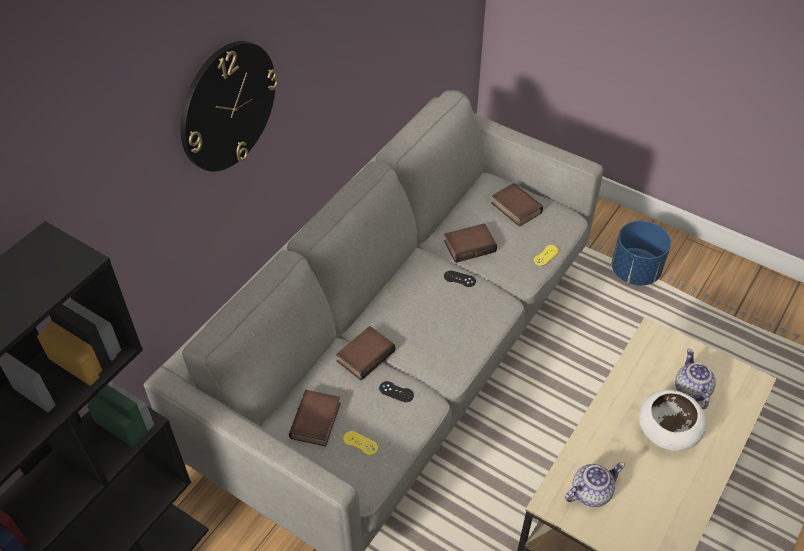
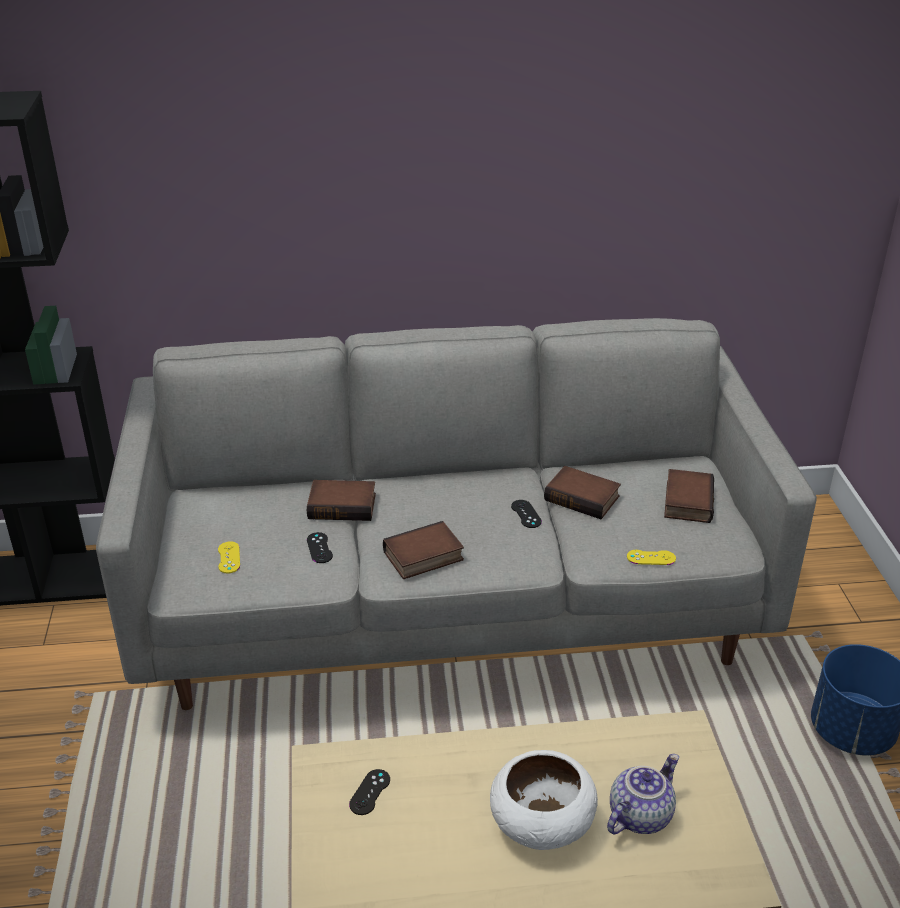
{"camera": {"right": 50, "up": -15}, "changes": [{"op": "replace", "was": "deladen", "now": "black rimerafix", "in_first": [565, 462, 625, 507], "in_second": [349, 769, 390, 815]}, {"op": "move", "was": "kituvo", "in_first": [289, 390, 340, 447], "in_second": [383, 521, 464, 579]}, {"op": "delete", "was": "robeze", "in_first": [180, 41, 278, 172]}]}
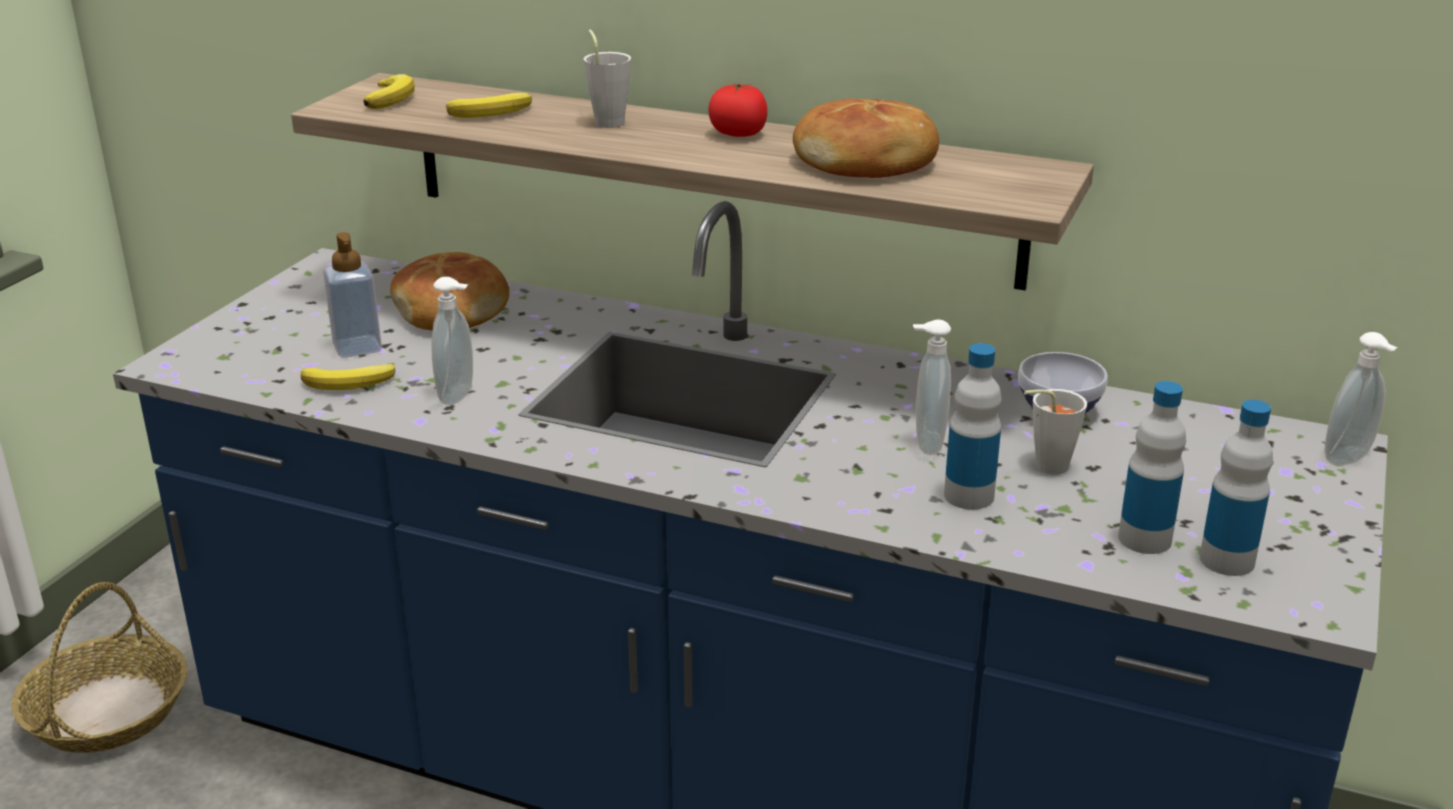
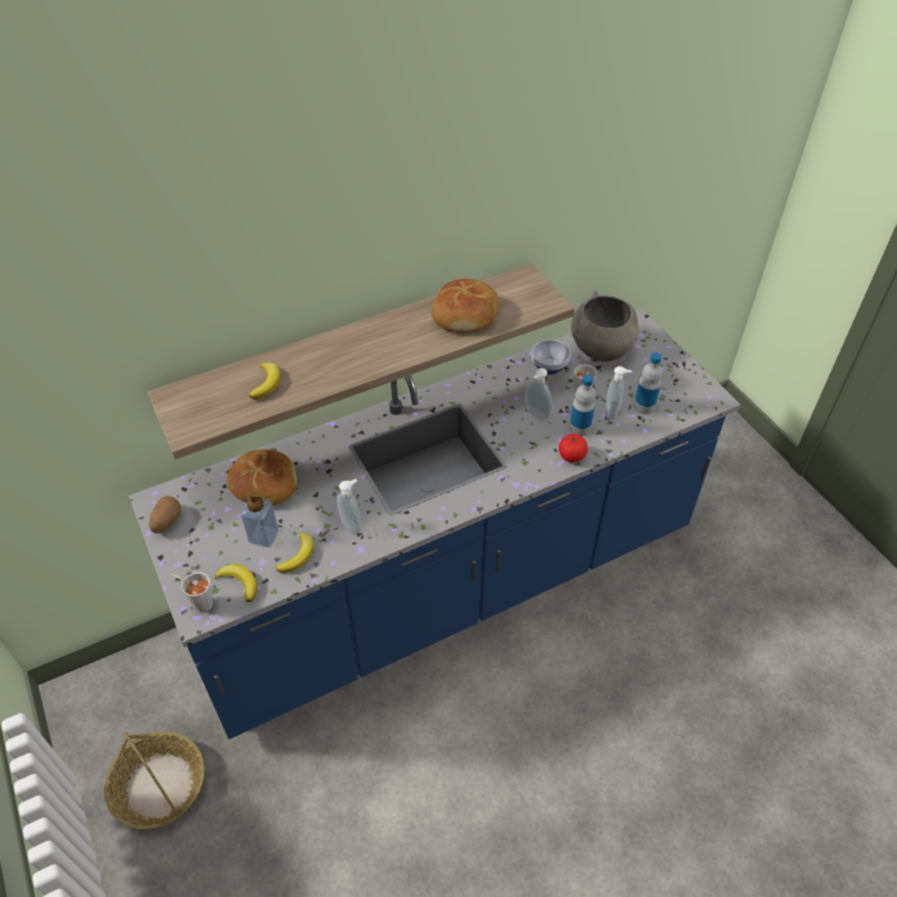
{"camera": {"right": -50, "up": 20}, "changes": [{"op": "insert", "now": "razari", "in_second": [149, 496, 181, 533]}, {"op": "move", "was": "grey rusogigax", "in_first": [583, 30, 631, 128], "in_second": [170, 572, 213, 613]}, {"op": "move", "was": "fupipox", "in_first": [363, 74, 415, 109], "in_second": [215, 564, 257, 602]}, {"op": "move", "was": "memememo", "in_first": [708, 83, 768, 137], "in_second": [559, 434, 588, 463]}, {"op": "insert", "now": "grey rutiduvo", "in_second": [571, 291, 638, 362]}, {"op": "move", "was": "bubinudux", "in_first": [1324, 332, 1397, 466], "in_second": [606, 366, 632, 420]}, {"op": "delete", "was": "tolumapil", "in_first": [1200, 400, 1273, 576]}]}
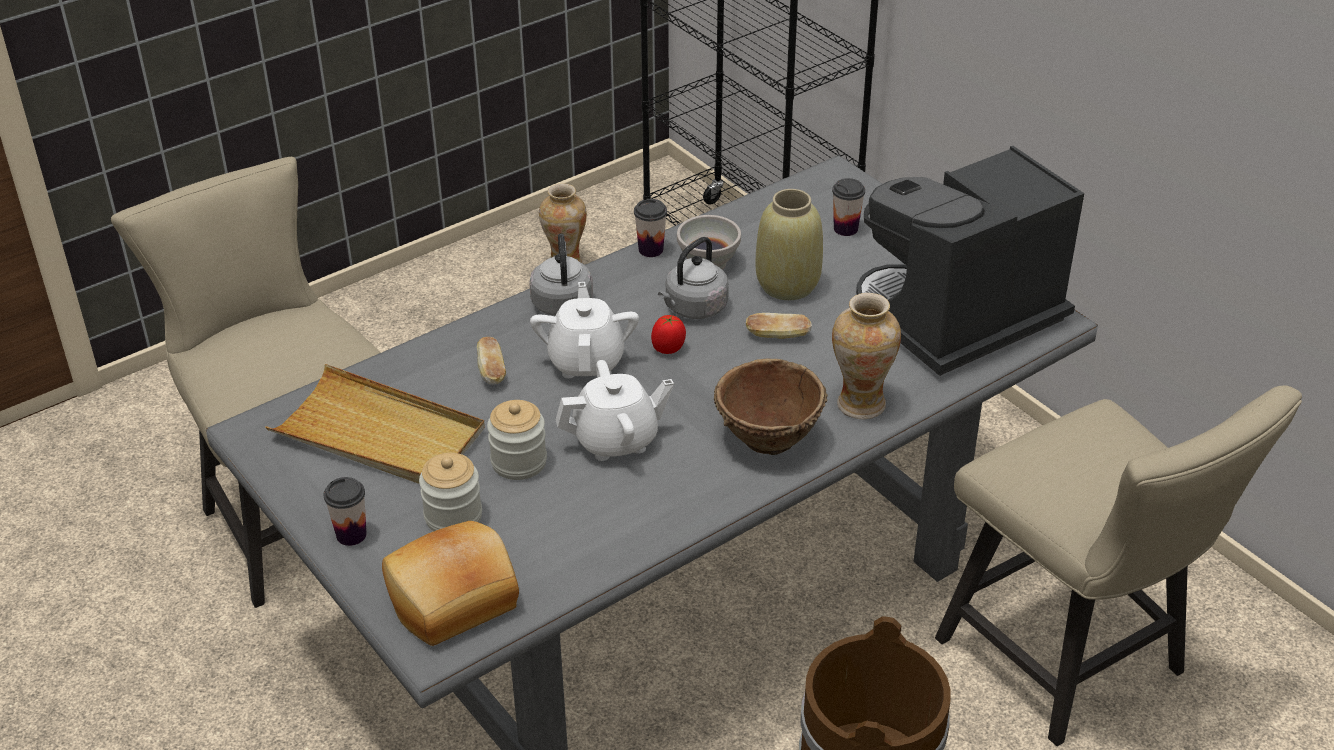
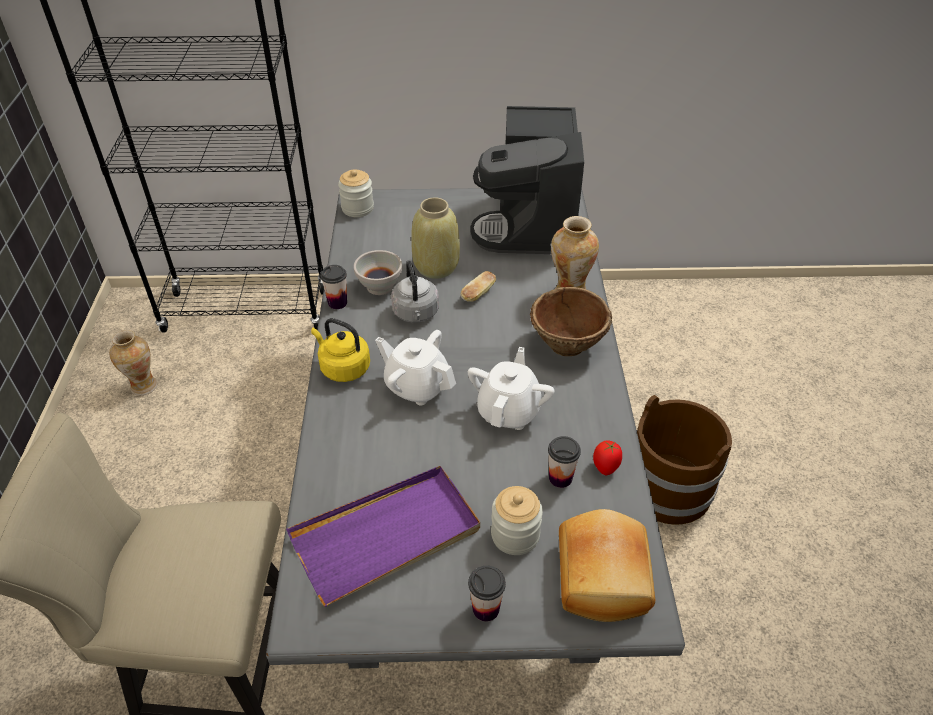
{"camera": {"right": -55, "up": 5}, "changes": [{"op": "recolor", "was": "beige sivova", "now": "purple sivova", "in_first": [265, 364, 485, 484], "in_second": [286, 466, 480, 607]}, {"op": "recolor", "was": "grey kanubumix", "now": "yellow kanubumix", "in_first": [529, 233, 593, 316], "in_second": [311, 318, 370, 382]}, {"op": "move", "was": "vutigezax", "in_first": [487, 400, 547, 480], "in_second": [338, 169, 374, 217]}, {"op": "move", "was": "rusogigax", "in_first": [832, 178, 865, 236], "in_second": [548, 436, 581, 488]}, {"op": "move", "was": "memememo", "in_first": [651, 315, 686, 354], "in_second": [593, 440, 622, 475]}, {"op": "delete", "was": "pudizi", "in_first": [477, 337, 506, 384]}, {"op": "delete", "was": "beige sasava", "in_first": [935, 385, 1302, 746]}]}
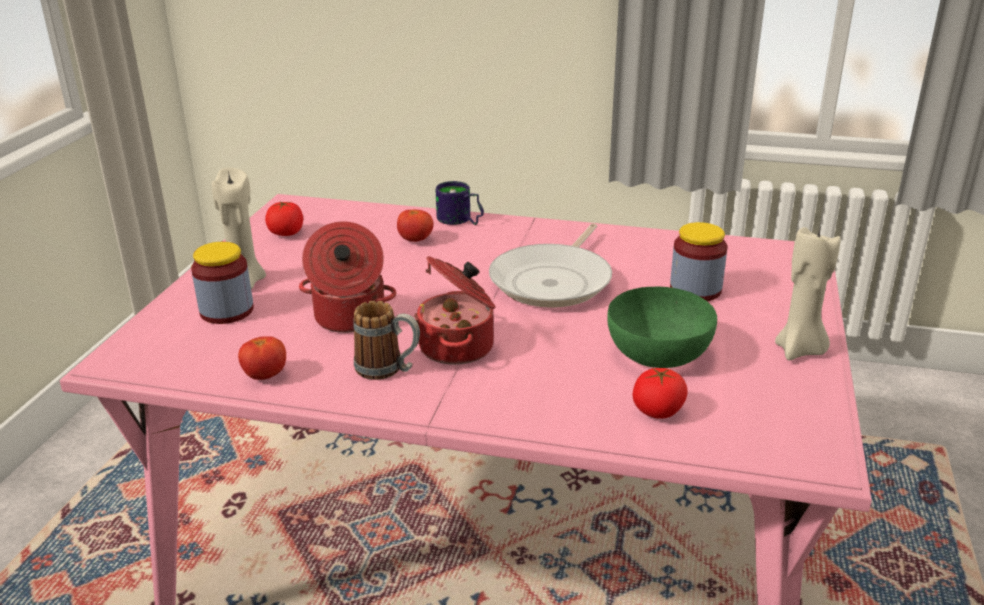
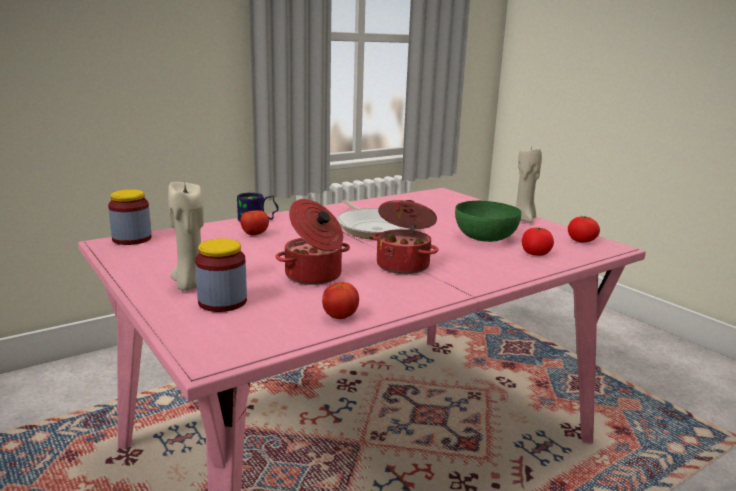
{"camera": {"right": -50, "up": -10}, "changes": [{"op": "move", "was": "vutigezax", "in_first": [670, 222, 727, 301], "in_second": [108, 190, 152, 245]}, {"op": "move", "was": "memememo", "in_first": [265, 201, 303, 236], "in_second": [568, 216, 600, 243]}, {"op": "delete", "was": "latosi", "in_first": [353, 301, 420, 380]}]}
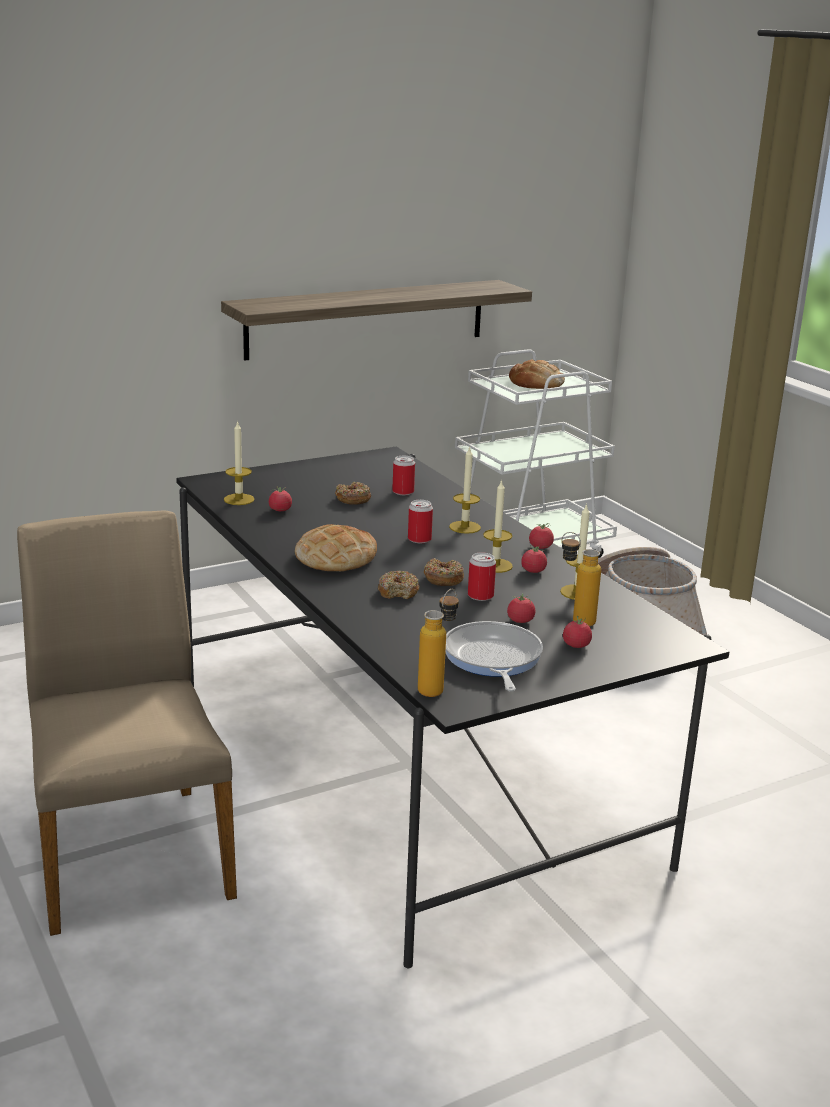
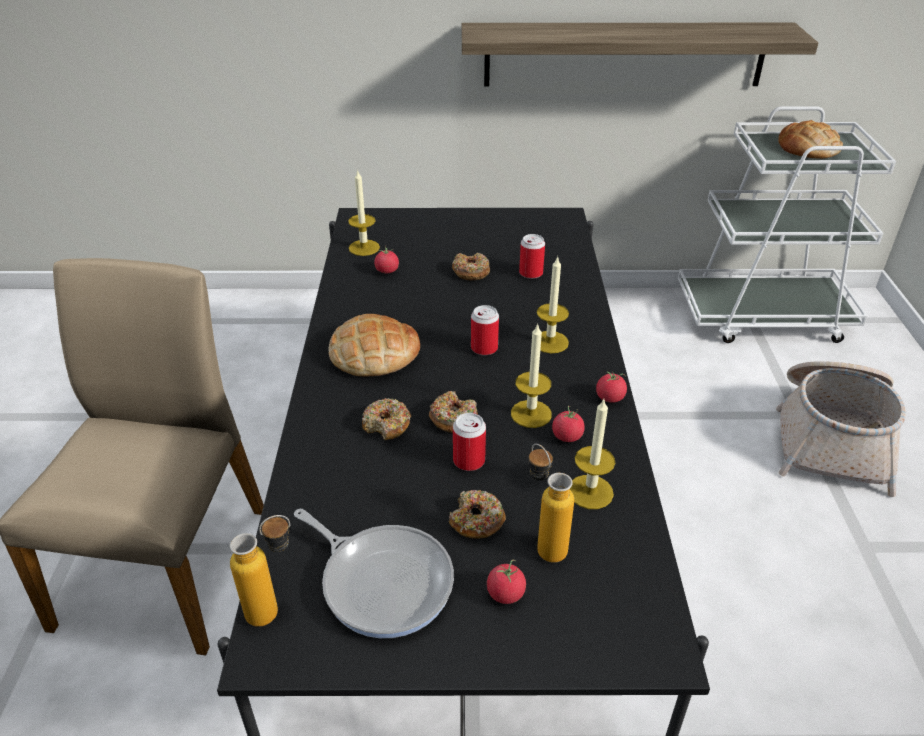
{"camera": {"right": 30, "up": 15}, "changes": [{"op": "rotate", "was": "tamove", "in_first": [445, 621, 543, 692], "in_second": [294, 509, 454, 638], "clockwise": 105}, {"op": "replace", "was": "memememo", "now": "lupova", "in_first": [507, 593, 535, 623], "in_second": [449, 490, 506, 539]}]}
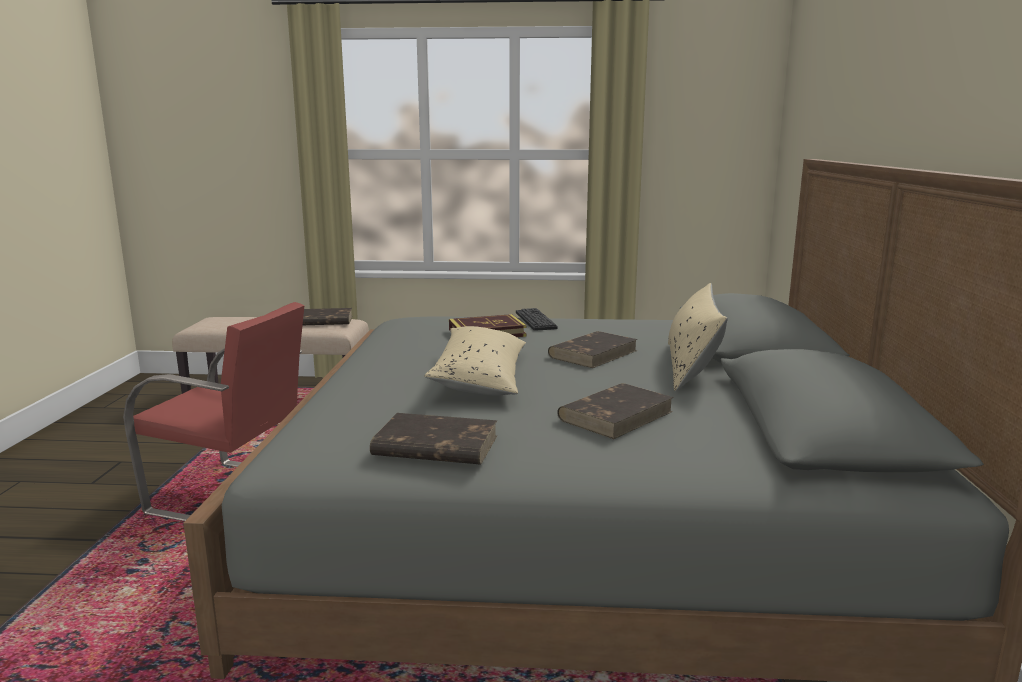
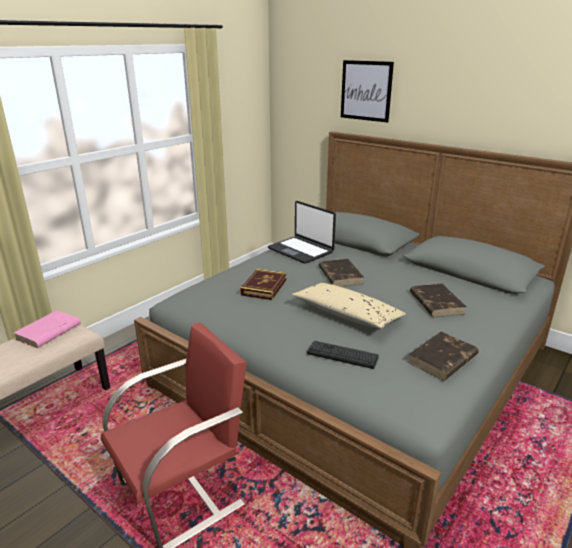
{"camera": {"right": -55, "up": 10}, "changes": [{"op": "recolor", "was": "brown kituvo", "now": "pink kituvo", "in_first": [303, 308, 352, 325], "in_second": [14, 310, 81, 348]}, {"op": "insert", "now": "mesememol", "in_second": [268, 201, 336, 264]}, {"op": "move", "was": "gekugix", "in_first": [516, 308, 558, 331], "in_second": [307, 340, 379, 369]}, {"op": "insert", "now": "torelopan", "in_second": [341, 60, 394, 123]}, {"op": "delete", "was": "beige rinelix", "in_first": [668, 283, 728, 391]}]}
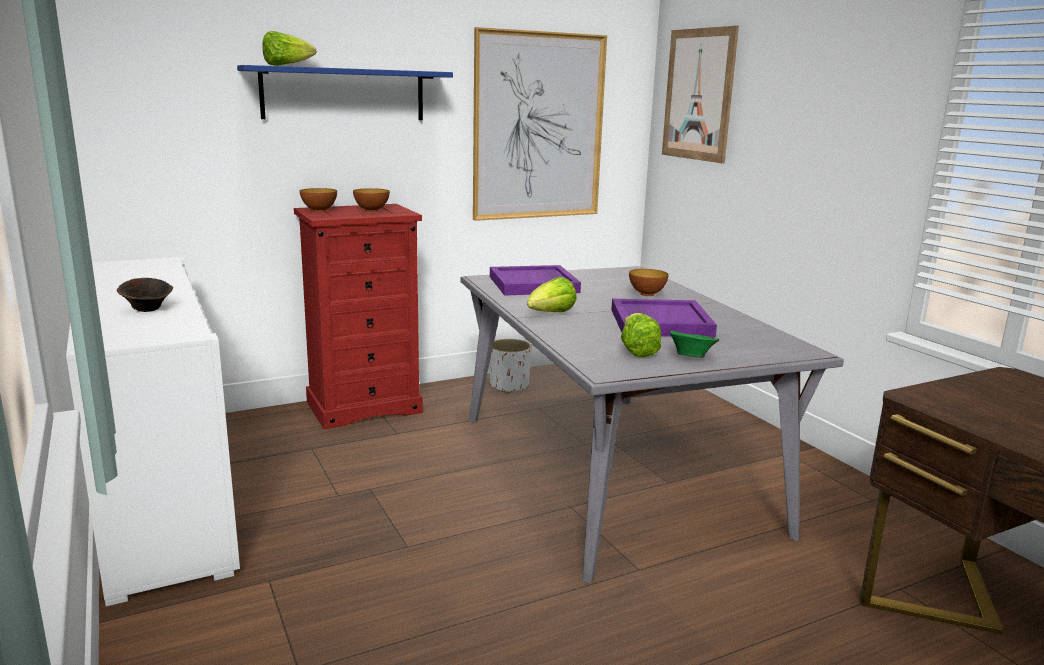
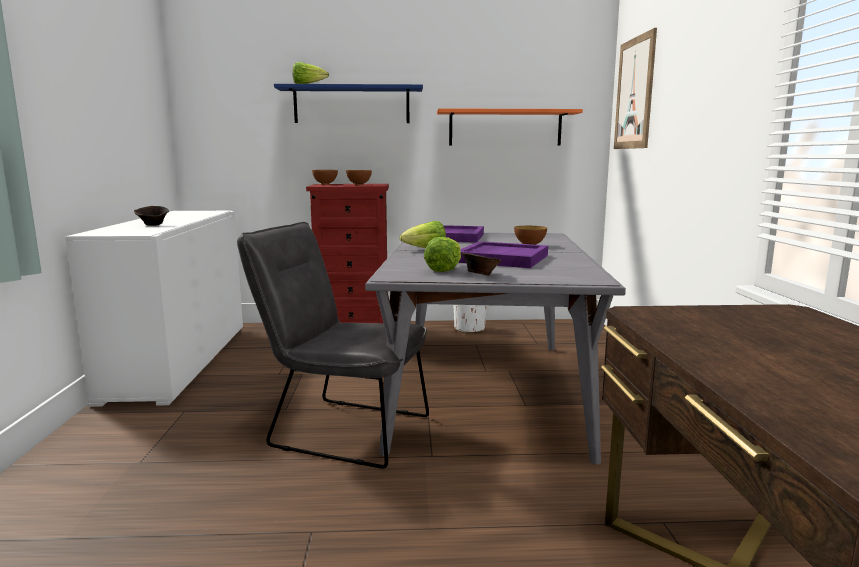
{"camera": {"right": 25, "up": -5}, "changes": [{"op": "insert", "now": "grey sasava", "in_second": [237, 222, 429, 469]}, {"op": "replace", "was": "torelopan", "now": "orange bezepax", "in_first": [473, 27, 607, 221], "in_second": [437, 108, 583, 146]}, {"op": "recolor", "was": "green rutiduvo", "now": "brown rutiduvo", "in_first": [670, 331, 719, 357], "in_second": [462, 253, 502, 276]}]}
